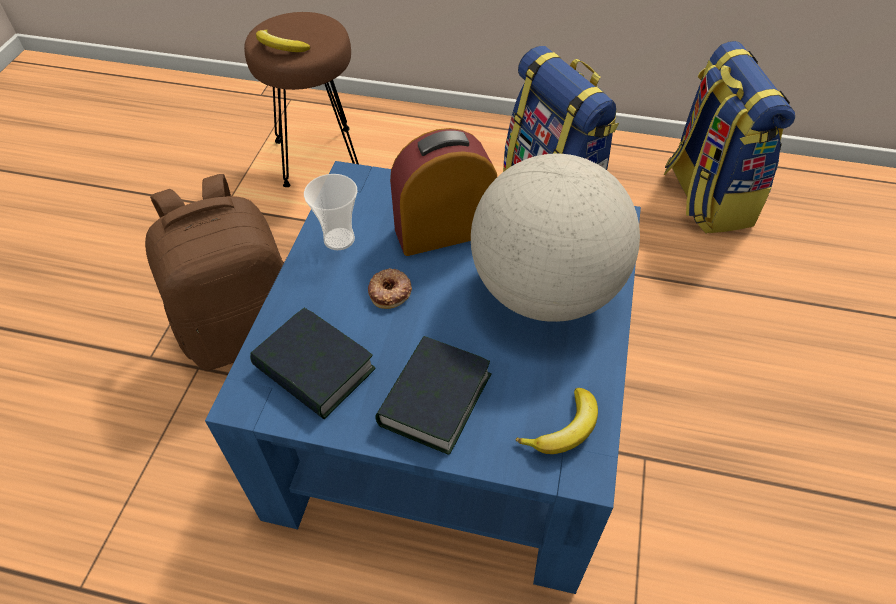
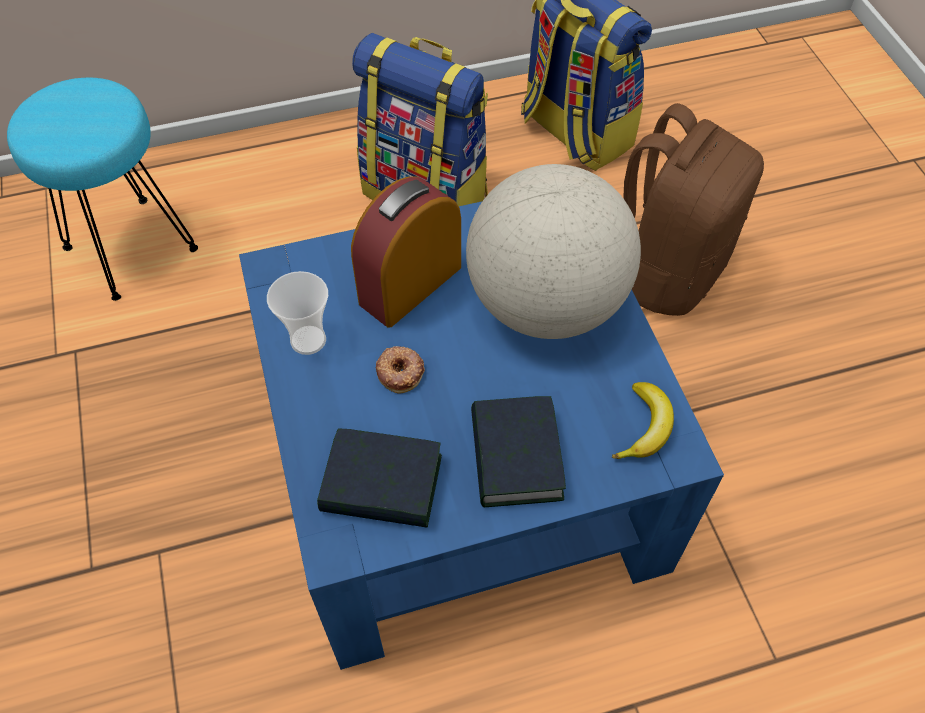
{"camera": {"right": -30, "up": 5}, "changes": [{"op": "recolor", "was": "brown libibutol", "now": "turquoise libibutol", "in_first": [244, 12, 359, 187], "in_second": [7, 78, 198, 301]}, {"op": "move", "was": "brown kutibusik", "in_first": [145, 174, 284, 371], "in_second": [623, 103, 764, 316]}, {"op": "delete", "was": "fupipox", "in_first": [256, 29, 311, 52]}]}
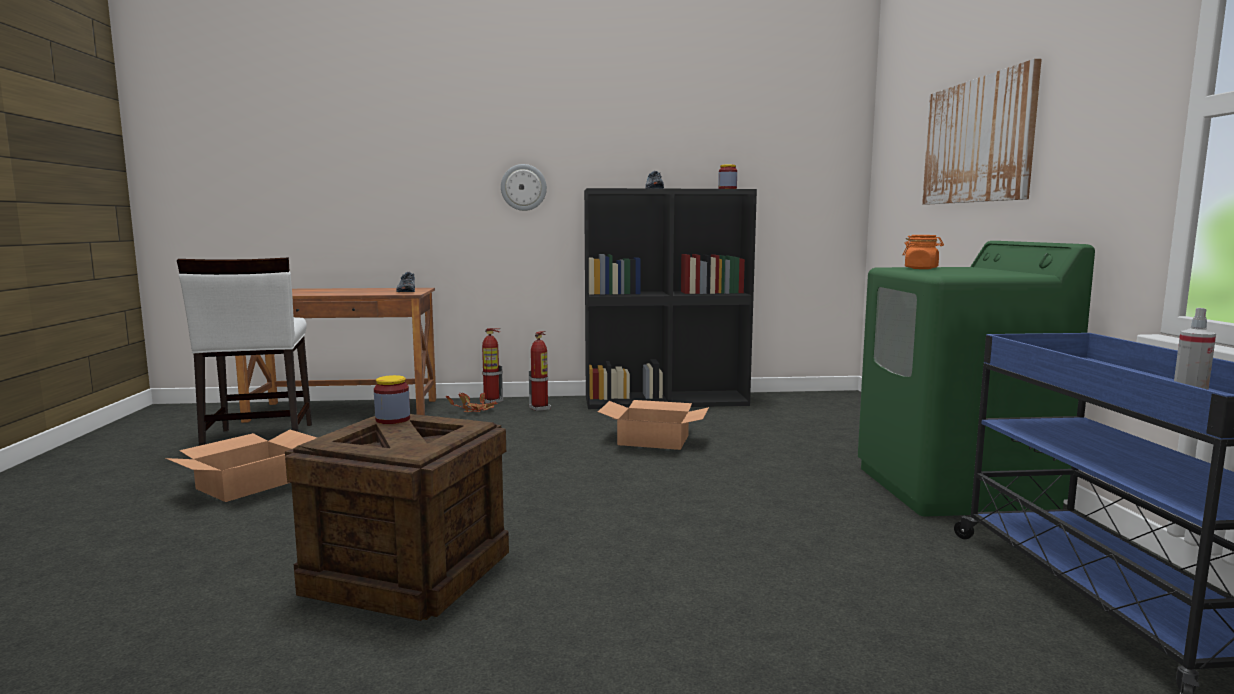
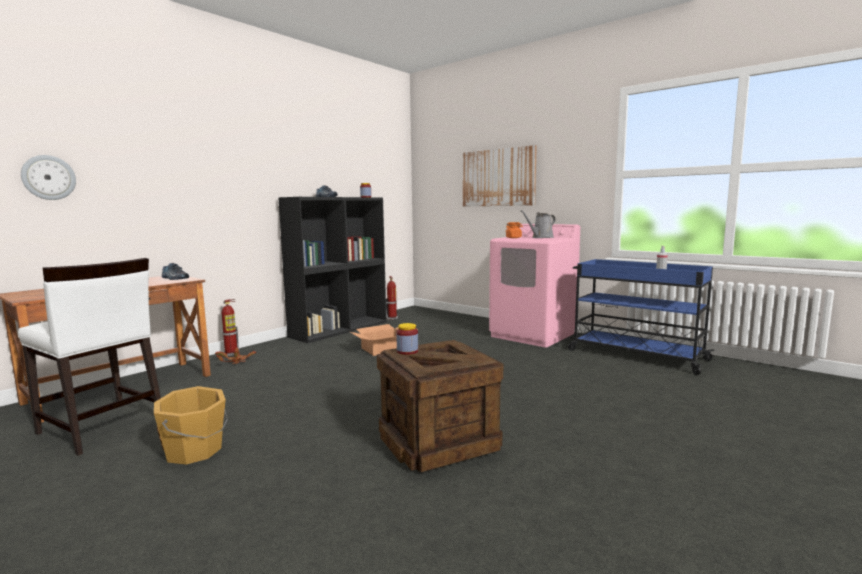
{"camera": {"right": -45, "up": 0}, "changes": [{"op": "move", "was": "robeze", "in_first": [501, 164, 547, 211], "in_second": [21, 155, 76, 200]}, {"op": "replace", "was": "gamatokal", "now": "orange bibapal", "in_first": [165, 429, 317, 502], "in_second": [154, 386, 228, 465]}, {"op": "move", "was": "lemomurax", "in_first": [529, 331, 551, 411], "in_second": [386, 276, 398, 320]}, {"op": "recolor", "was": "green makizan", "now": "pink makizan", "in_first": [858, 241, 1095, 517], "in_second": [489, 224, 580, 347]}, {"op": "insert", "now": "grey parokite", "in_second": [521, 210, 556, 238]}]}
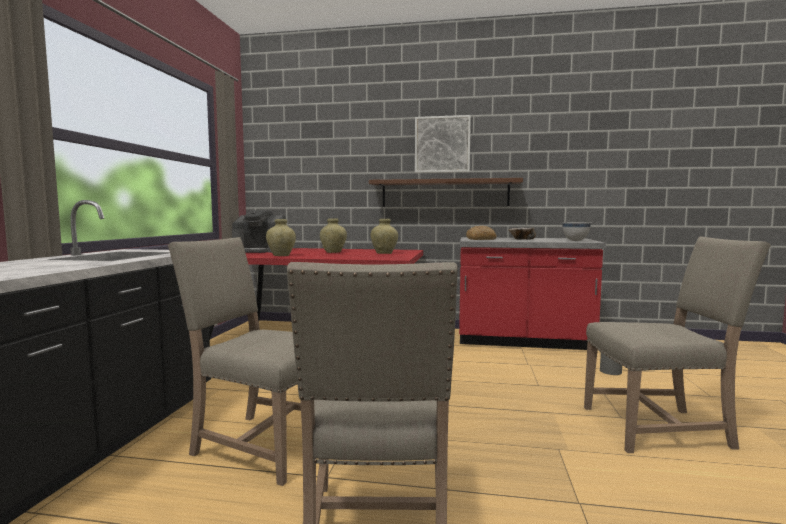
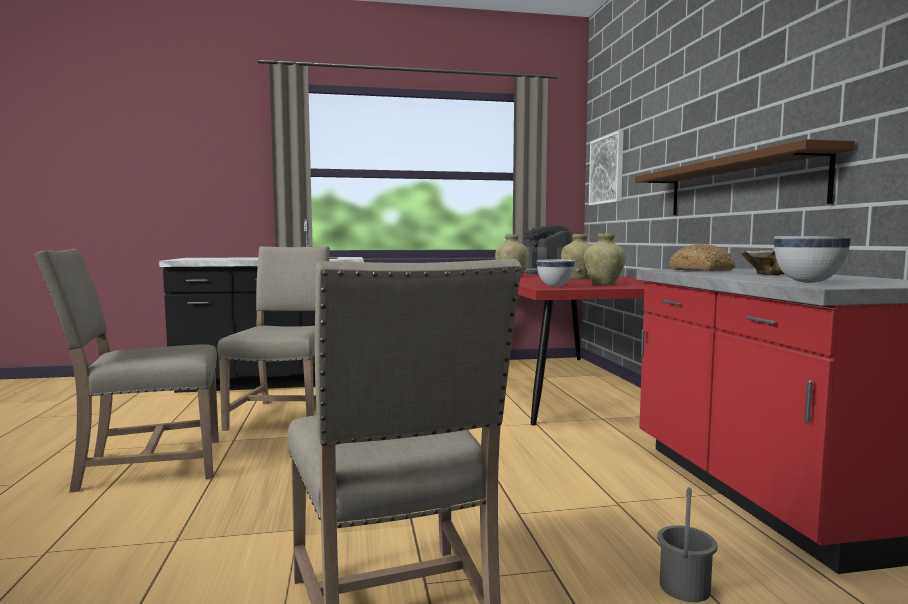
{"camera": {"right": 70, "up": 0}, "changes": [{"op": "insert", "now": "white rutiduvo", "in_second": [537, 259, 575, 287]}, {"op": "move", "was": "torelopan", "in_first": [415, 115, 471, 173], "in_second": [589, 131, 624, 206]}]}
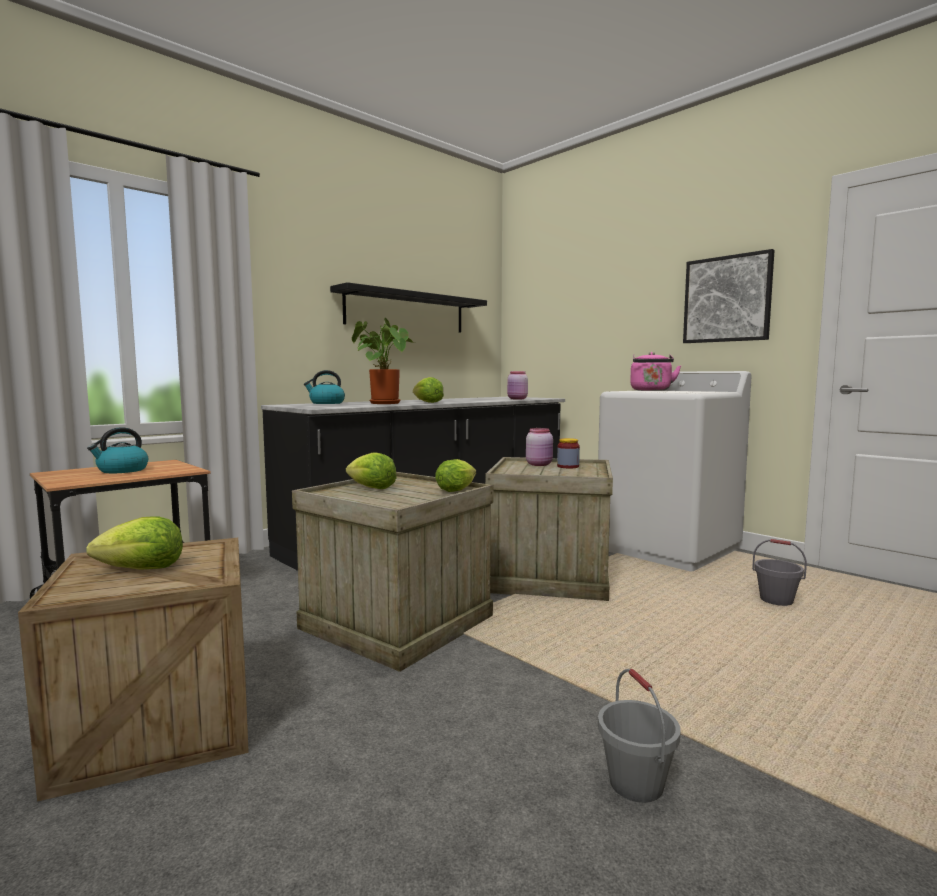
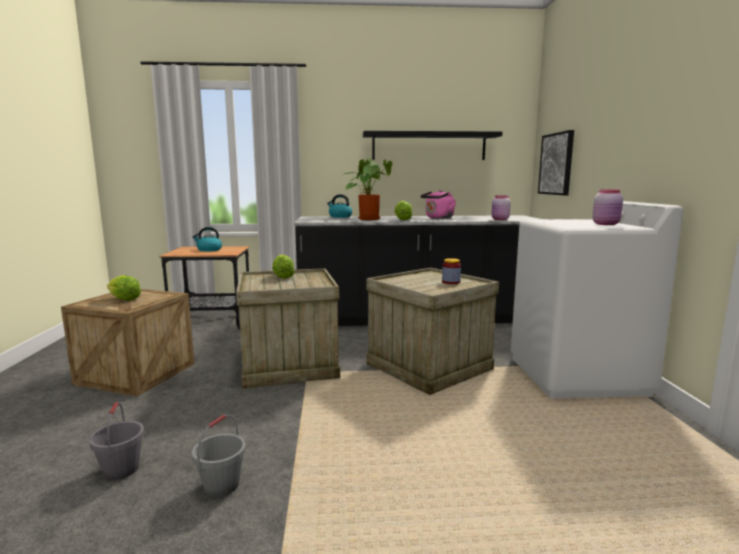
{"camera": {"right": 40, "up": 5}, "changes": [{"op": "move", "was": "grey bibapal", "in_first": [752, 539, 807, 606], "in_second": [89, 402, 144, 480]}, {"op": "move", "was": "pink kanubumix", "in_first": [630, 352, 681, 391], "in_second": [421, 190, 456, 219]}, {"op": "move", "was": "torelopan", "in_first": [683, 249, 775, 343], "in_second": [538, 130, 574, 195]}, {"op": "move", "was": "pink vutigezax", "in_first": [526, 428, 553, 466], "in_second": [592, 189, 623, 225]}, {"op": "delete", "was": "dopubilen", "in_first": [435, 459, 476, 492]}]}
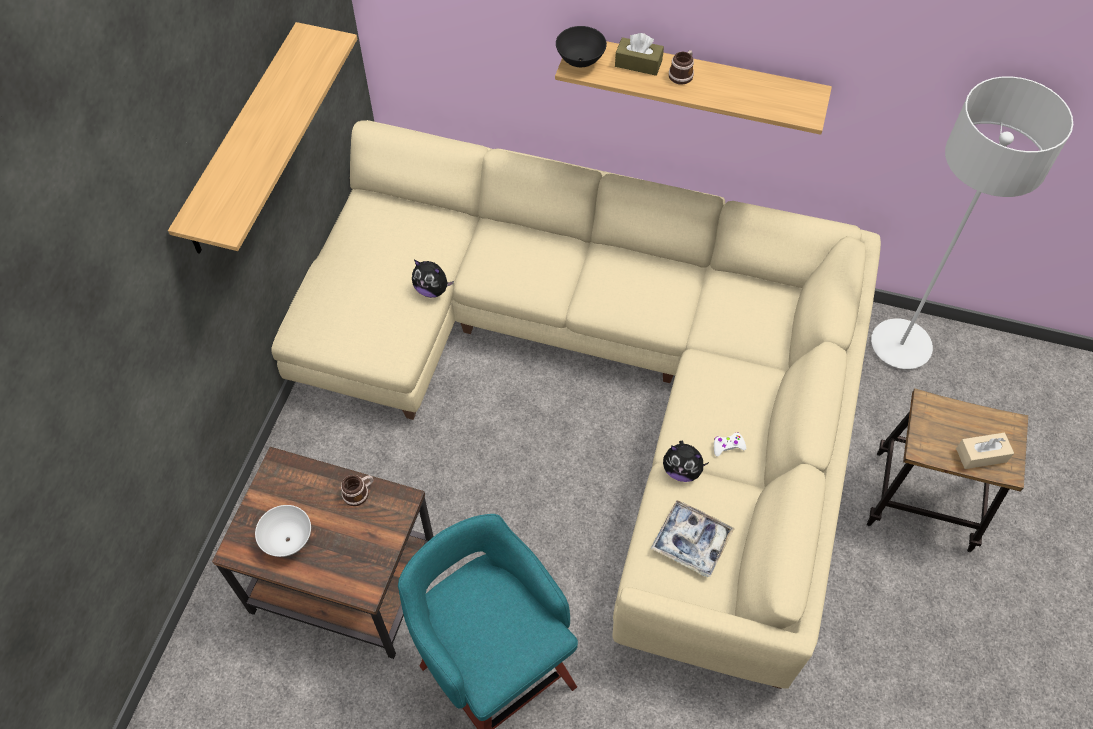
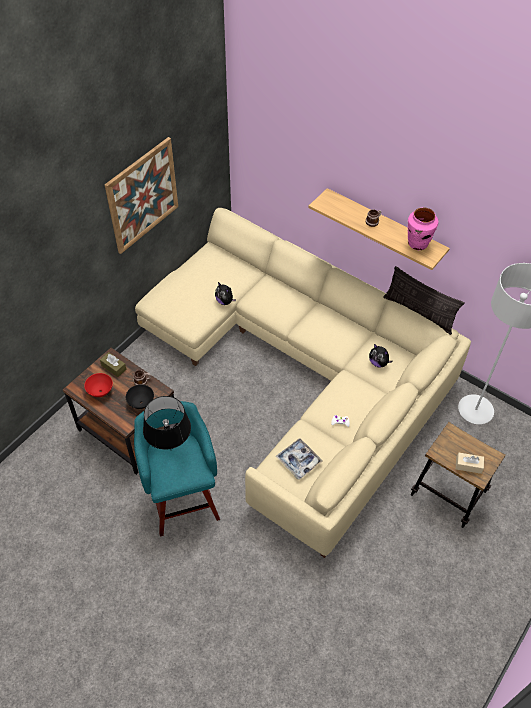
{"camera": {"right": 20, "up": -5}, "changes": [{"op": "recolor", "was": "white rutiduvo", "now": "red rutiduvo", "in_first": [255, 505, 311, 557], "in_second": [84, 373, 113, 397]}, {"op": "move", "was": "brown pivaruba", "in_first": [615, 33, 664, 76], "in_second": [100, 352, 127, 377]}, {"op": "replace", "was": "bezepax", "now": "torelopan", "in_first": [168, 22, 357, 254], "in_second": [104, 137, 178, 254]}, {"op": "move", "was": "black rutiduvo", "in_first": [556, 26, 607, 67], "in_second": [126, 384, 154, 409]}, {"op": "insert", "now": "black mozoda", "in_second": [143, 396, 191, 450]}, {"op": "move", "was": "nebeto", "in_first": [663, 440, 709, 482], "in_second": [369, 344, 392, 368]}, {"op": "insert", "now": "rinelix", "in_second": [383, 266, 465, 335]}, {"op": "insert", "now": "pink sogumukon", "in_second": [408, 207, 438, 250]}]}
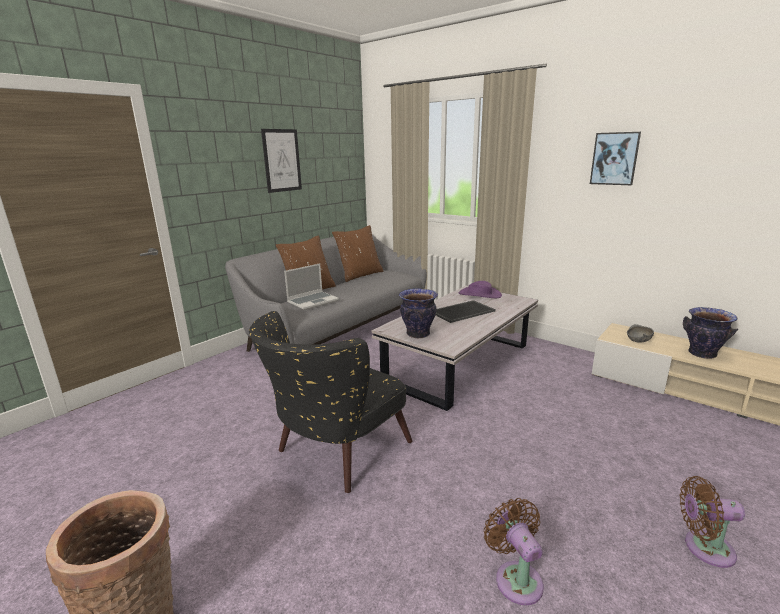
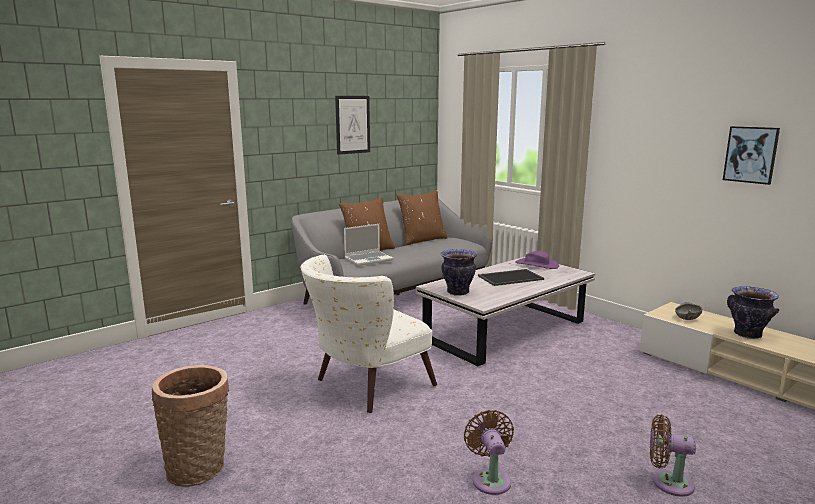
{"camera": {"right": 10, "up": -5}, "changes": [{"op": "recolor", "was": "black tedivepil", "now": "white tedivepil", "in_first": [249, 311, 412, 493], "in_second": [300, 255, 437, 413]}, {"op": "move", "was": "torelopan", "in_first": [590, 132, 641, 185], "in_second": [723, 126, 780, 185]}]}
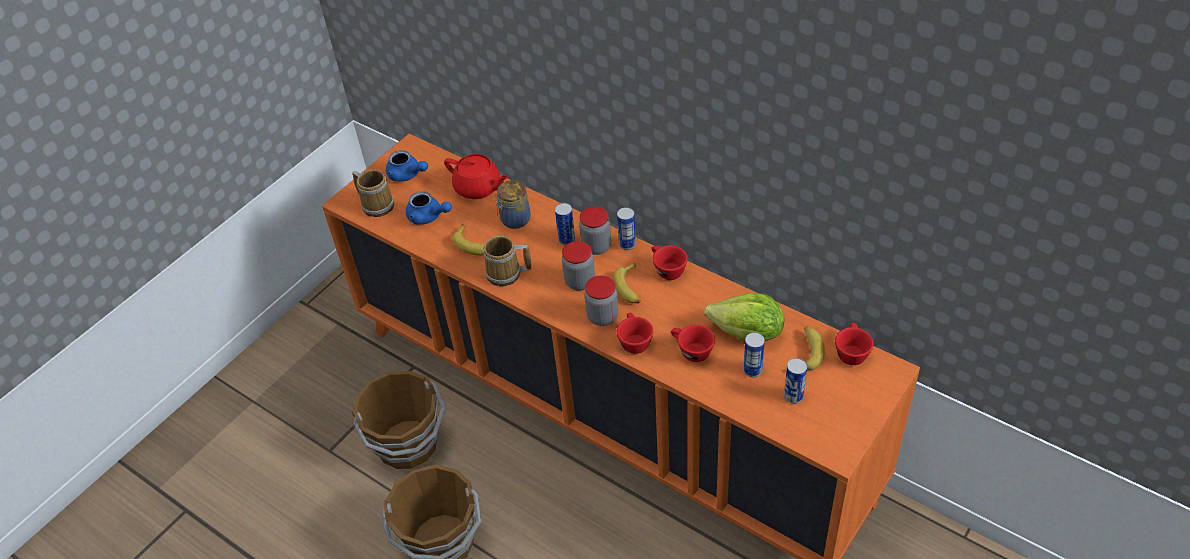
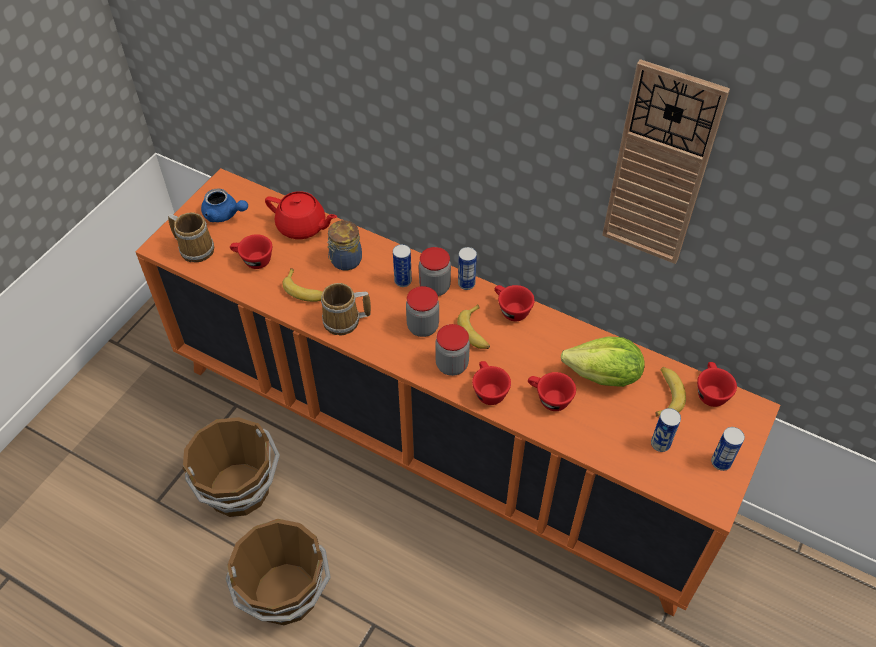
{"camera": {"right": -10, "up": 5}, "changes": [{"op": "replace", "was": "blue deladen", "now": "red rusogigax", "in_first": [406, 191, 452, 224], "in_second": [230, 234, 272, 269]}, {"op": "insert", "now": "robeze", "in_second": [602, 59, 730, 264]}, {"op": "move", "was": "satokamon", "in_first": [743, 332, 765, 377], "in_second": [711, 427, 745, 471]}]}
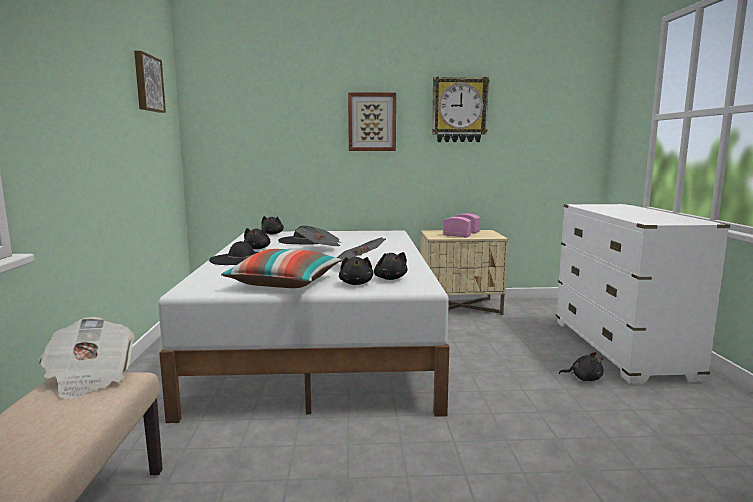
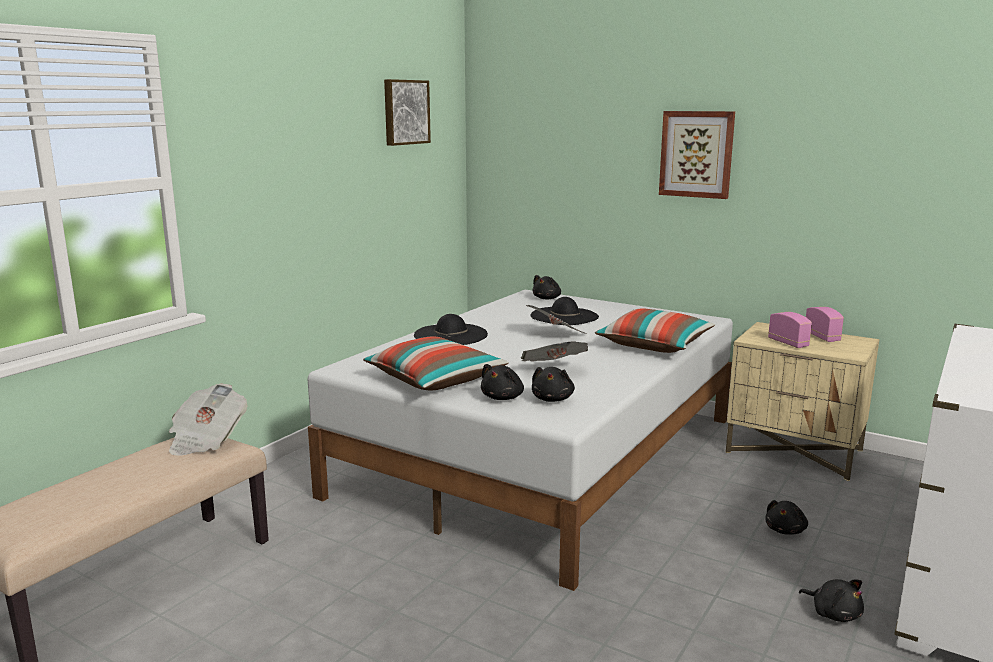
{"camera": {"right": 35, "up": 5}, "changes": [{"op": "insert", "now": "rinelix", "in_second": [595, 309, 715, 353]}, {"op": "move", "was": "black nebeto", "in_first": [244, 228, 271, 249], "in_second": [765, 500, 808, 535]}, {"op": "delete", "was": "robeze", "in_first": [432, 77, 490, 142]}]}
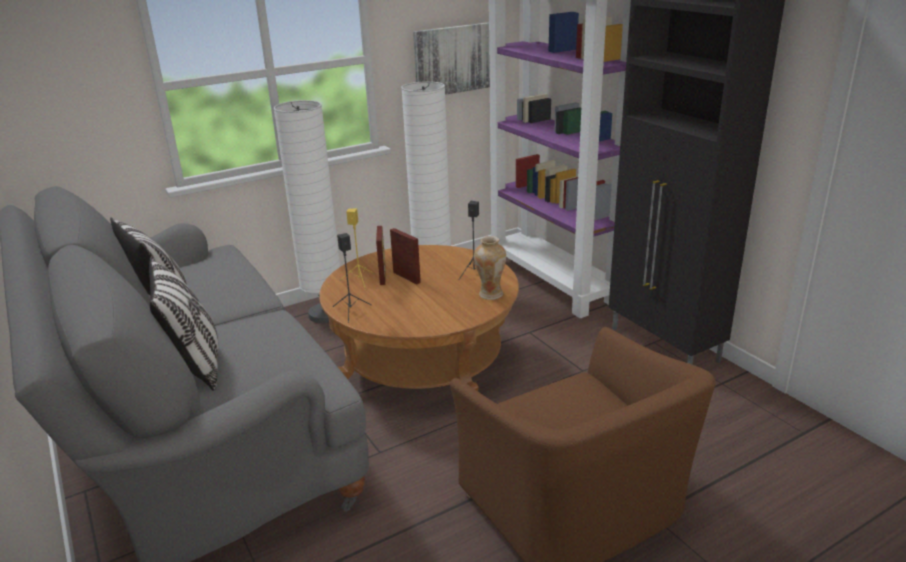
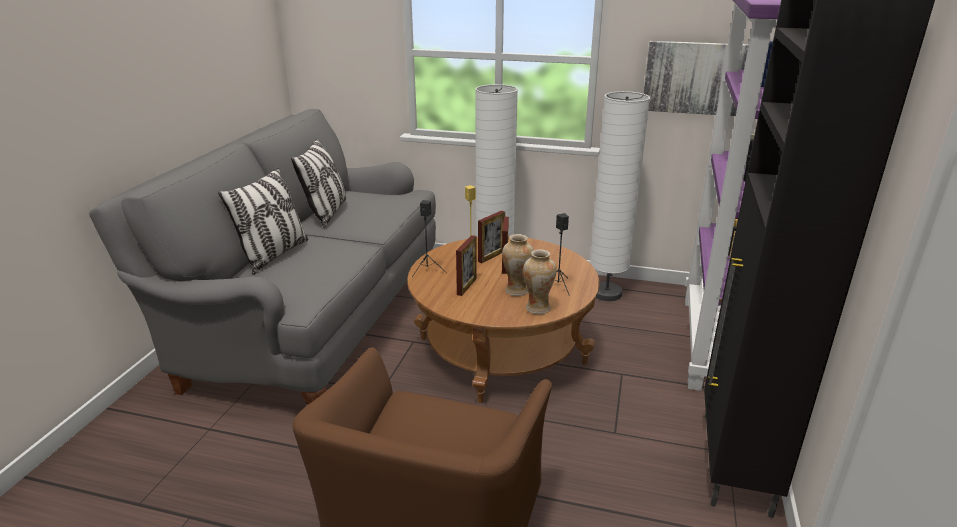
{"camera": {"right": 45, "up": 0}, "changes": [{"op": "insert", "now": "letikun", "in_second": [456, 235, 476, 296]}, {"op": "insert", "now": "sogumukon", "in_second": [502, 234, 534, 296]}]}
